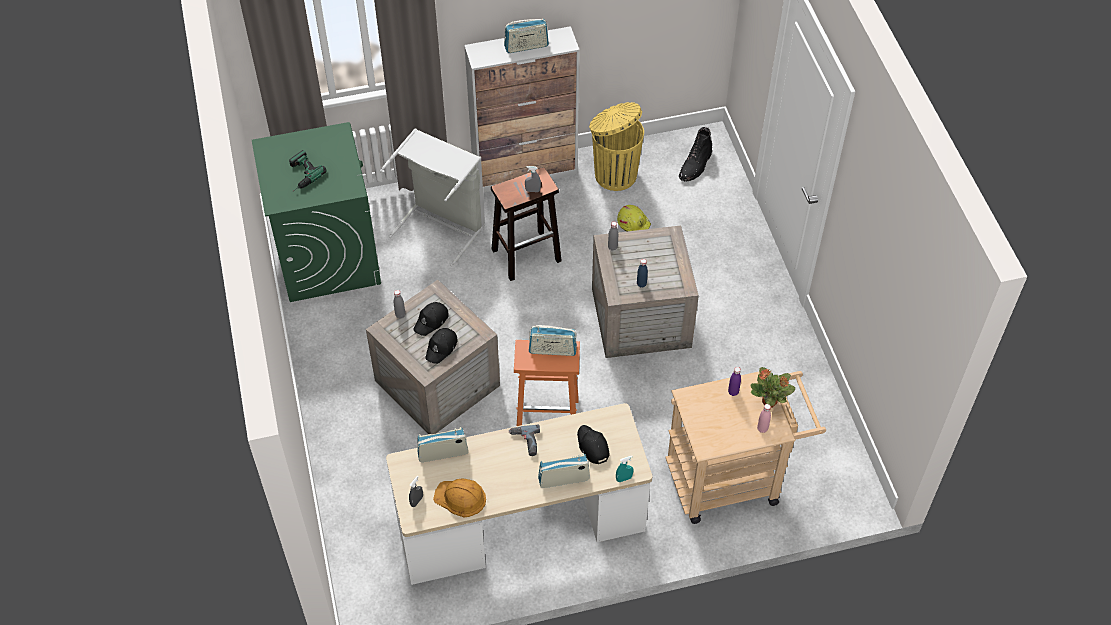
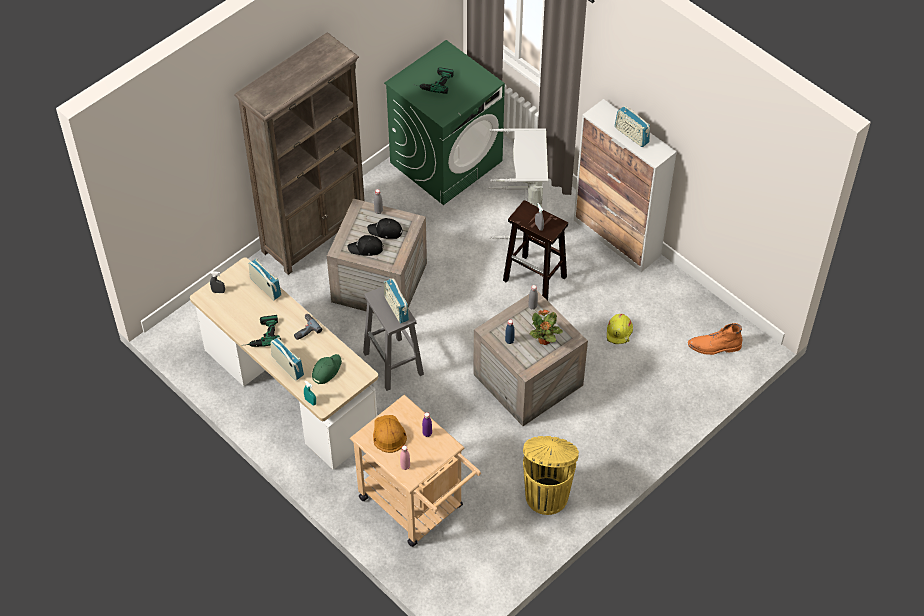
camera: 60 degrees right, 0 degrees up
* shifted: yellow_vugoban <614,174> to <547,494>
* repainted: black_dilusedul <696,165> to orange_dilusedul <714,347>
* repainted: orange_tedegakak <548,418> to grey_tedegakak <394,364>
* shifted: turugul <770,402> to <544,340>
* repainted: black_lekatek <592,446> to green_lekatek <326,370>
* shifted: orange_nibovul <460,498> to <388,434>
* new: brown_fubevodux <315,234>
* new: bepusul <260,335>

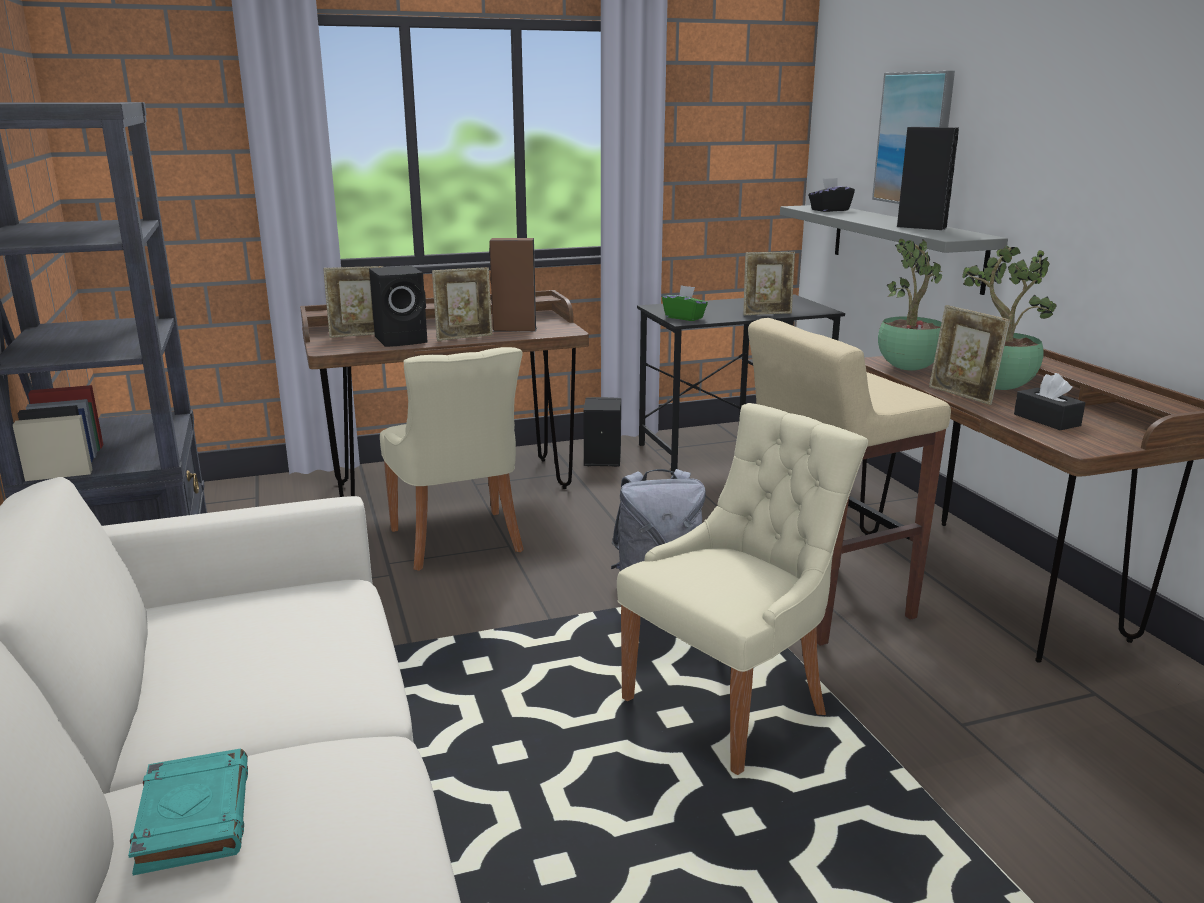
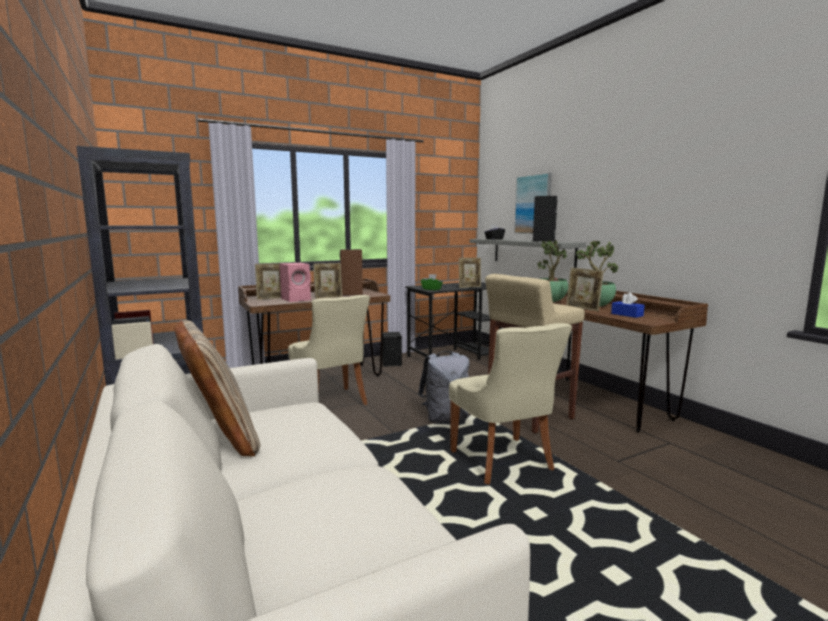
camera: 10 degrees left, 10 degrees down
* repainted: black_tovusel <403,340> to pink_tovusel <297,299>
* repainted: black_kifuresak <1046,420> to blue_kifuresak <627,315>
* rotated: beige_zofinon <731,705> = <503,462> 120 degrees clockwise
* gone: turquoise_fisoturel <193,816>
* new: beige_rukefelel <220,439>

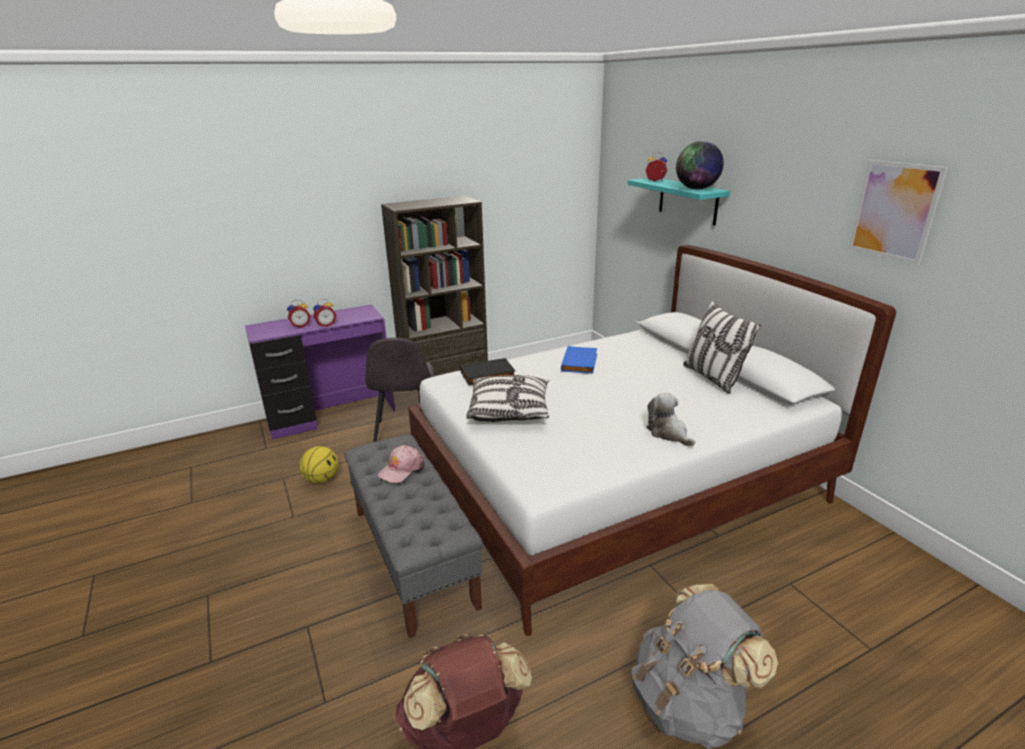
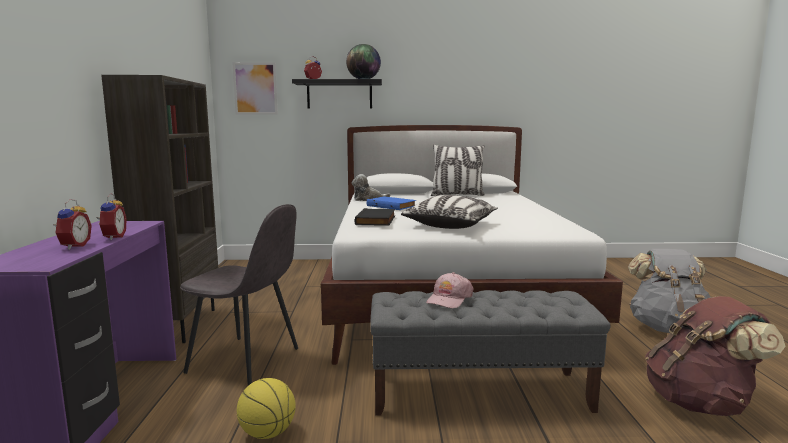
camera: 65 degrees left, 15 degrees down
* shifted: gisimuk <894,211> to <255,88>
* repainted: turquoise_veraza <688,200> to black_veraza <339,95>
* shifted: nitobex <668,433> to <368,199>
* rotated: pink_lekatek <401,469> = <449,299> 60 degrees clockwise

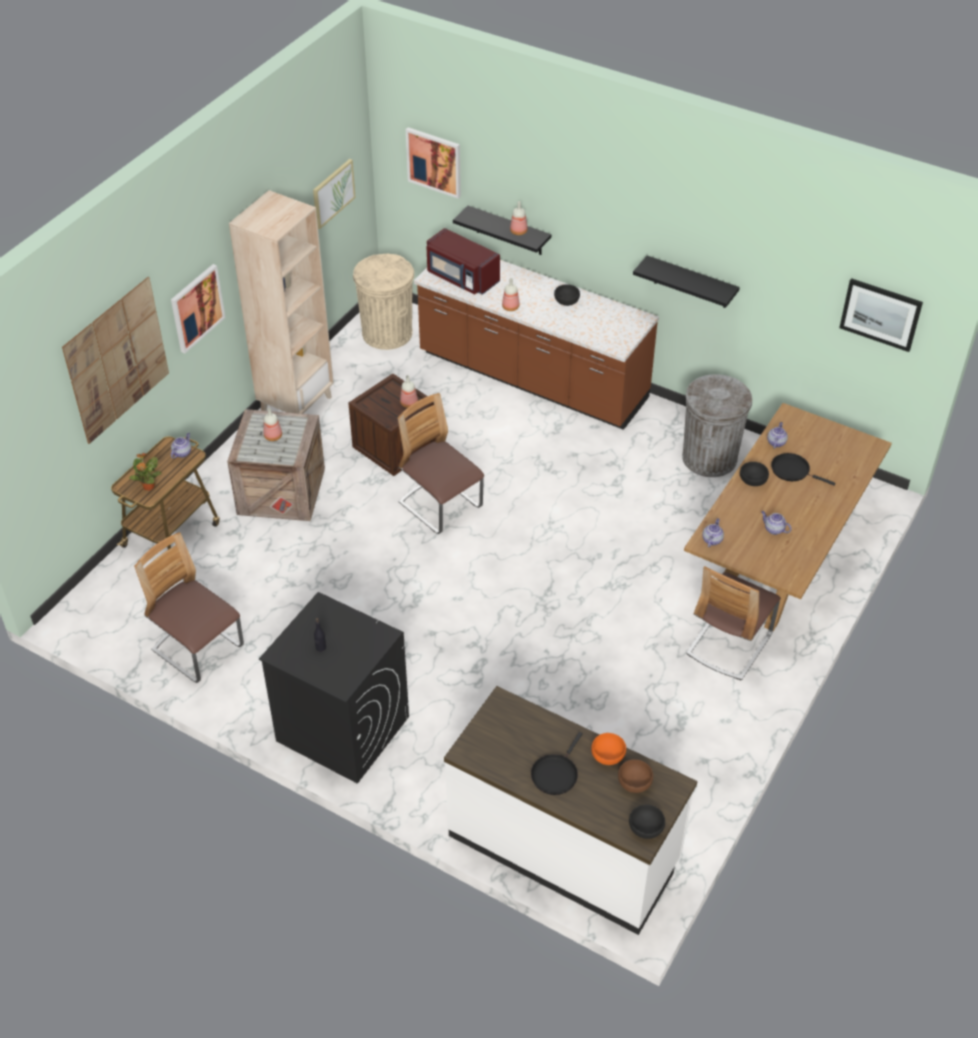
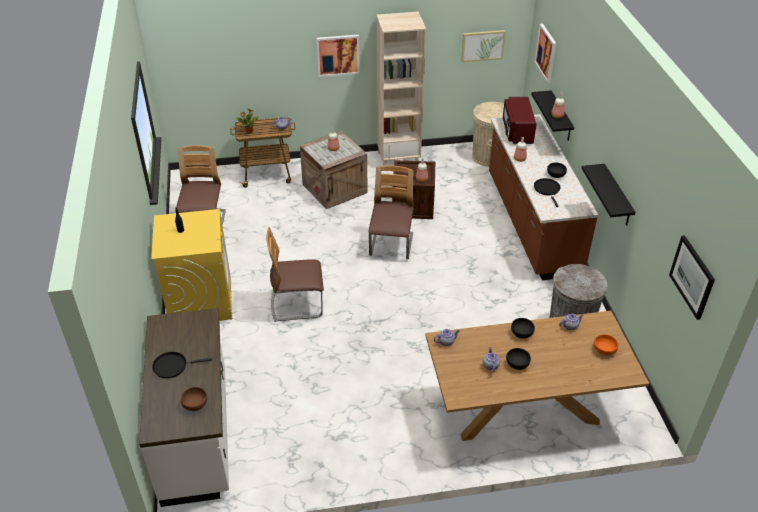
camera: 50 degrees right, 5 degrees down
* gone: gisimuk <117,360>
* shifted: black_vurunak <792,470> to <547,190>
* shifted: zofinon <729,644> to <297,305>
* repainted: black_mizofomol <342,728> to yellow_mizofomol <201,300>
* shifted: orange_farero <608,755> to <604,350>
* shifted: black_farero <646,828> to <517,364>

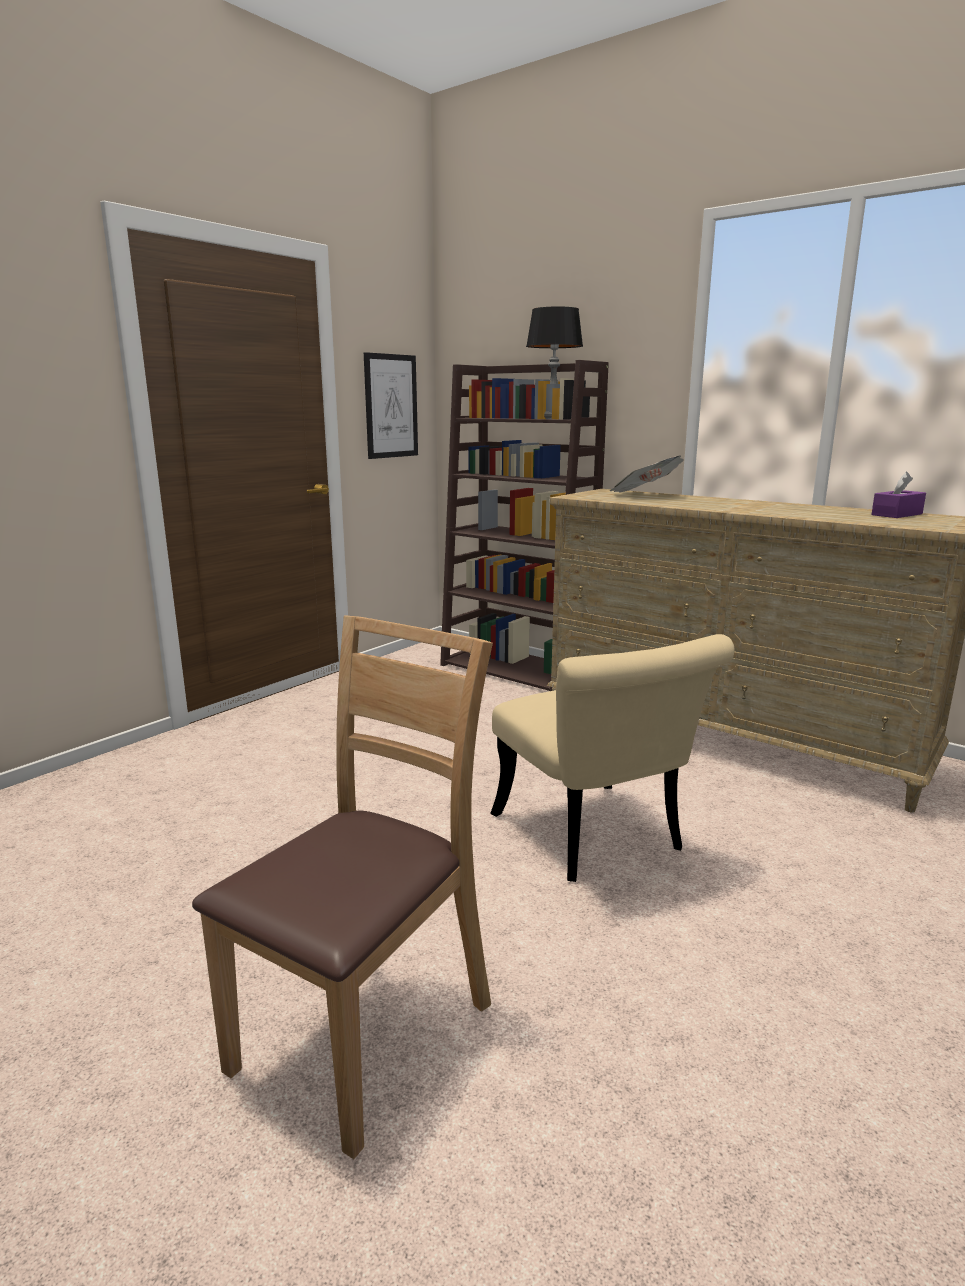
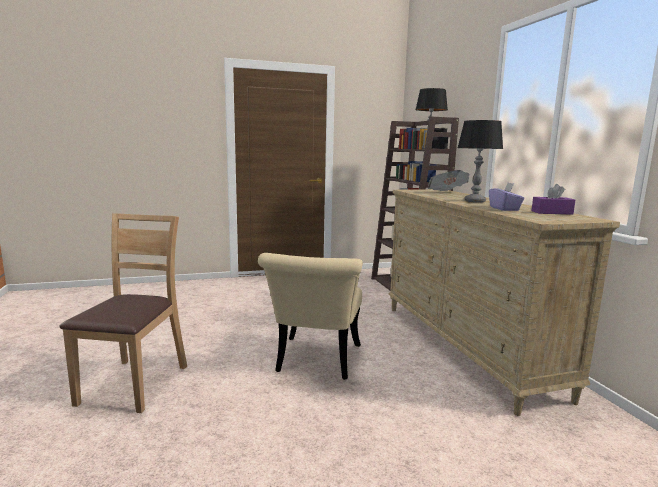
camera: 35 degrees right, 5 degrees down
* gone: gisimuk <391,406>
* rotated: brown_zofinon <364,1032> = <134,383> 60 degrees counterclockwise
* new: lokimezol <474,201>
* new: purple_kifuresak <504,209>

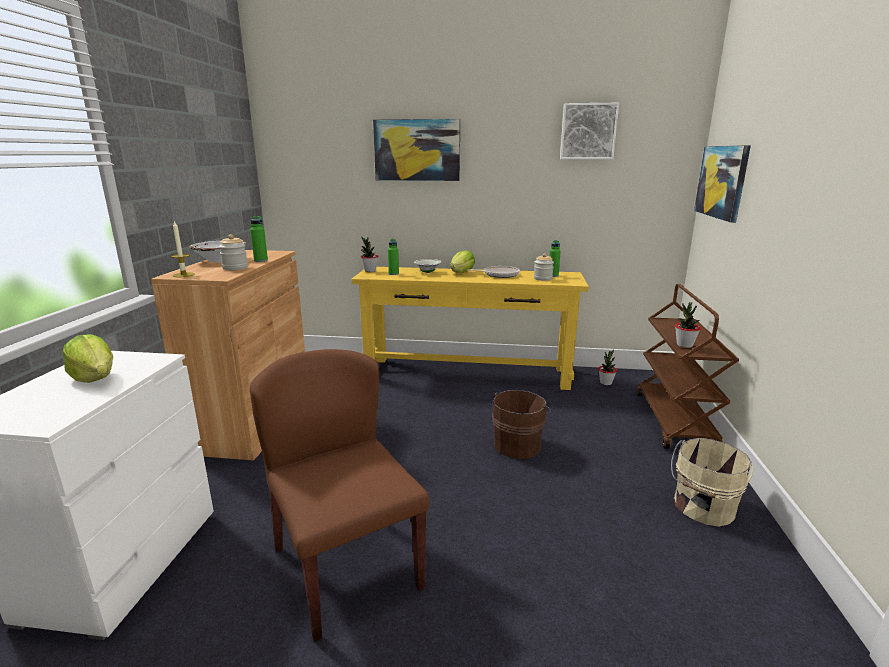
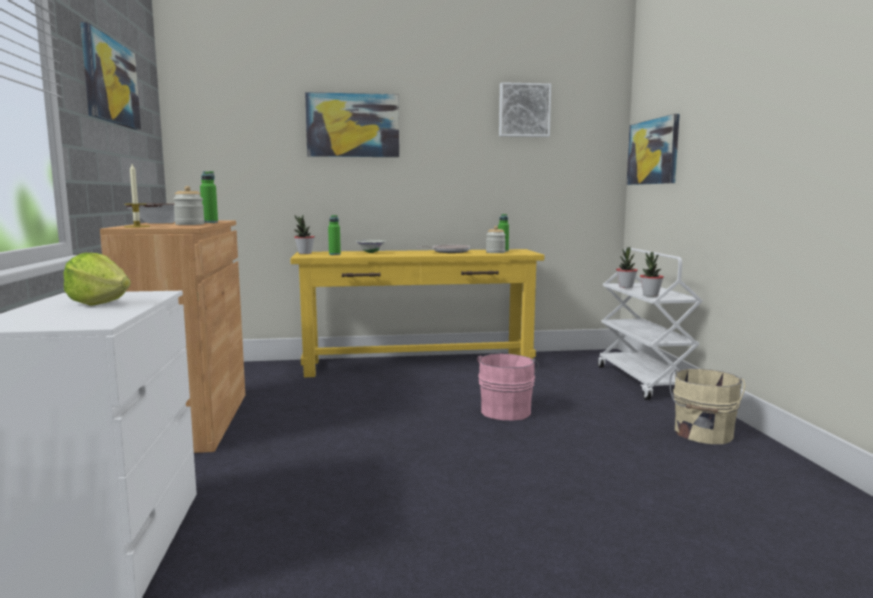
camera: 15 degrees left, 10 degrees down
* gone: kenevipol <462,272>
* repainted: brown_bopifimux <674,421> to white_bopifimux <644,382>
* gone: brown_zofinon <345,566>
* shifted: turugul <605,383> to <625,287>
* repainted: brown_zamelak <518,444> to pink_zamelak <506,410>
* new: gisimuk <110,81>

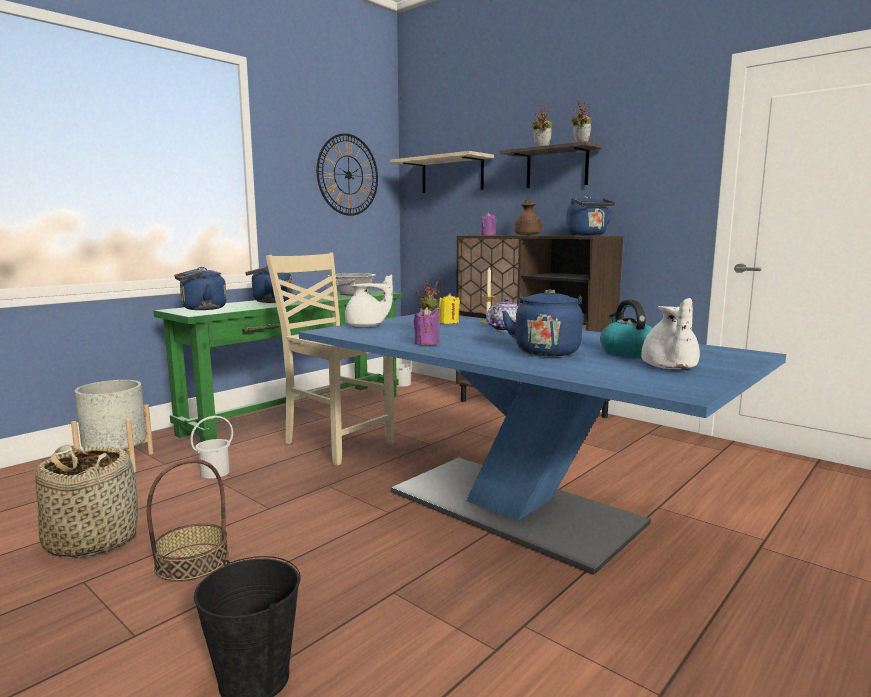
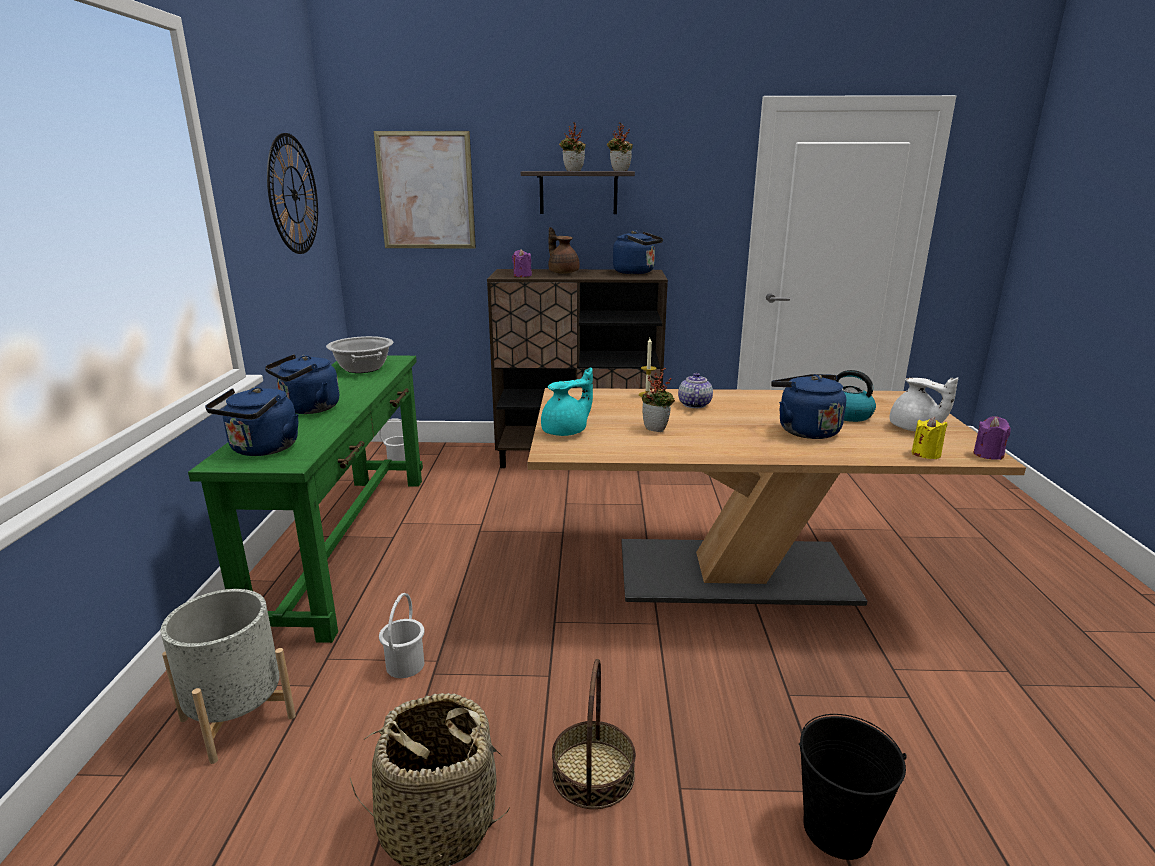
camera: 40 degrees left, 10 degrees up
* swapped: veraza <452,175> to gisimuk <426,191>
* gone: beige_zofinon <337,443>
* repainted: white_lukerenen <366,326> to turquoise_lukerenen <566,431>
* shifted: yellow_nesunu <448,322> to <926,454>
* shifted: purple_nesunu <427,343> to <988,454>
* repainted: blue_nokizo <513,508> to beige_nokizo <734,573>

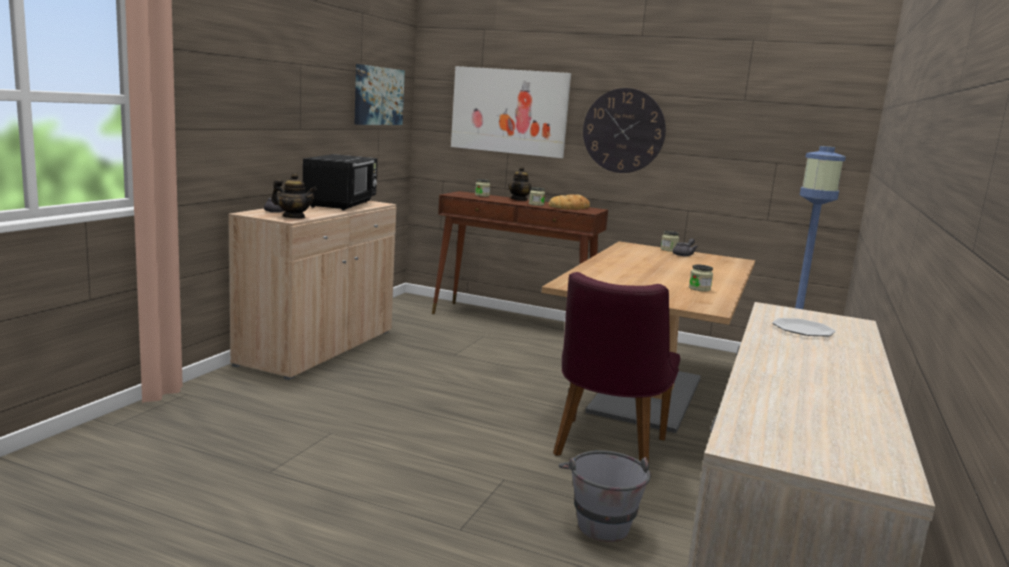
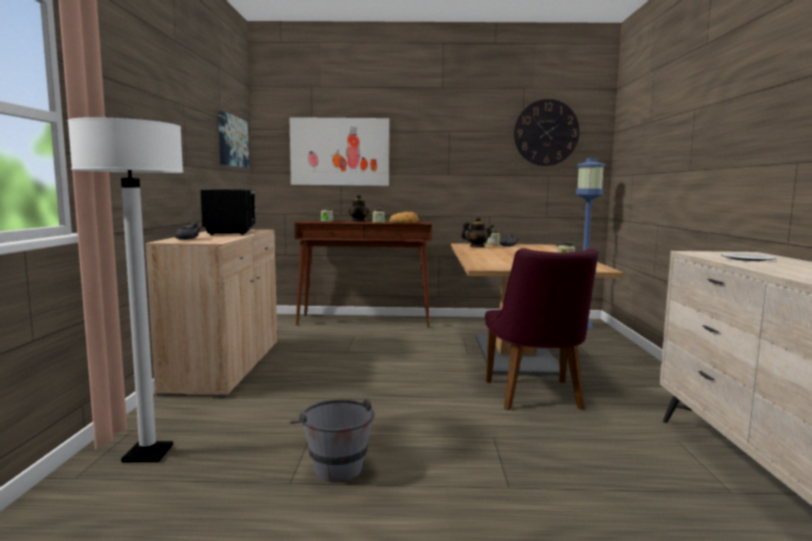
camera: 20 degrees left, 5 degrees down
* shifted: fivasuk <623,131> to <546,132>
* shifted: lukerenen <294,217> to <477,247>
* shifted: grey_zamelak <599,521> to <333,465>
* new: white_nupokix <148,454>

